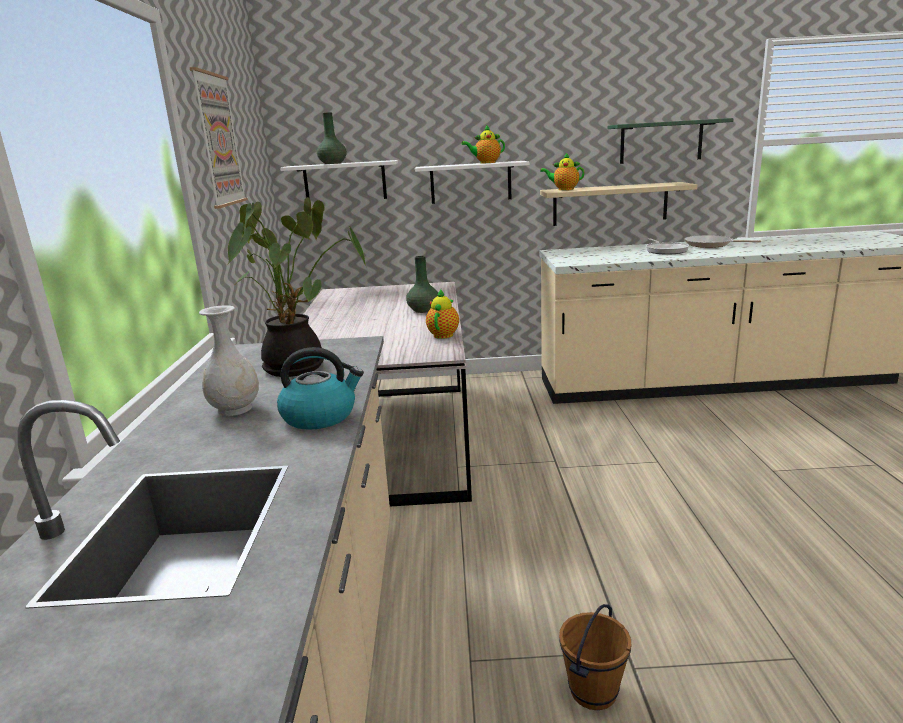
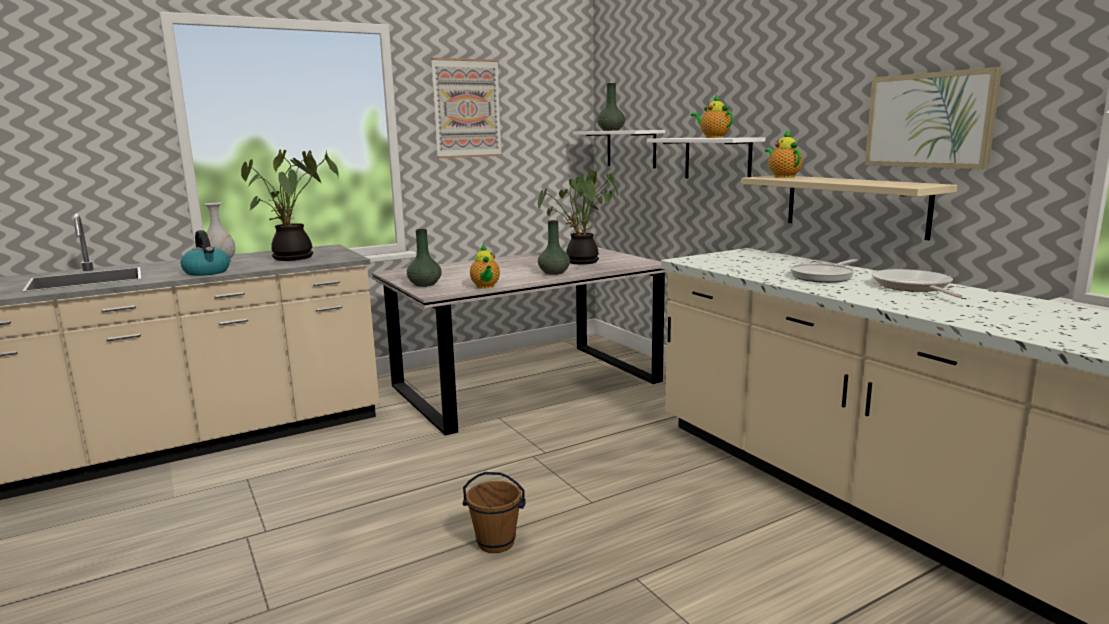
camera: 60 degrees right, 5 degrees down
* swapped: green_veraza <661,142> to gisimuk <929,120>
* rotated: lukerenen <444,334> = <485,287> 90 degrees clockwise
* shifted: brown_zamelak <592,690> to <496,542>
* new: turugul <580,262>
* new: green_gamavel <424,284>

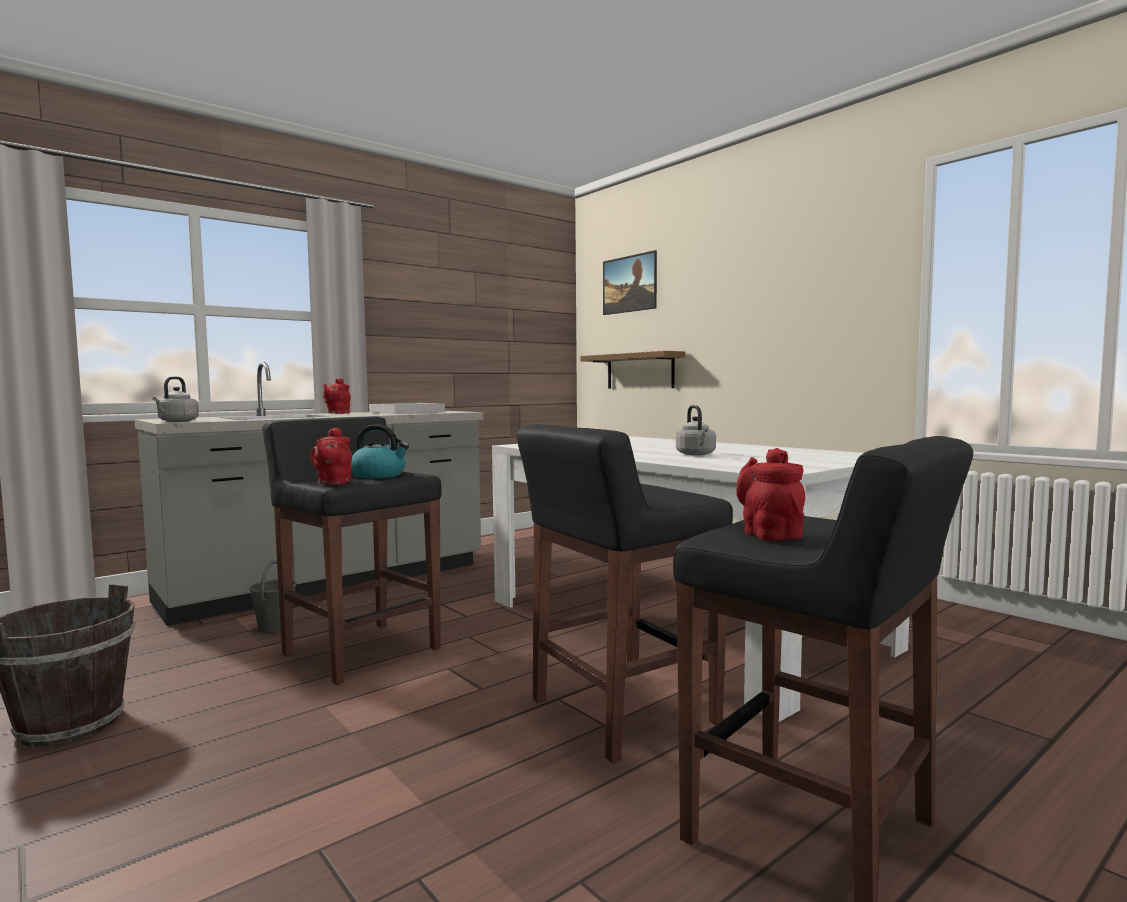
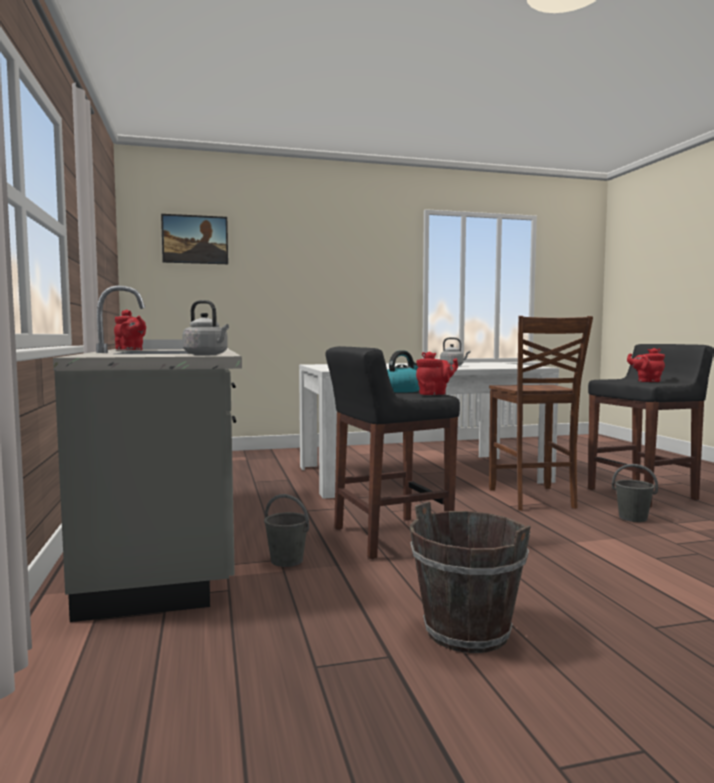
camera: 65 degrees left, 0 degrees up
* gone: veraza <640,371>
* swapped: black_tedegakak <620,712> to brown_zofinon <532,499>
* rotated: red_lukerenen <333,483> = <435,394> 45 degrees counterclockwise
* new: grey_zamelak <632,518>

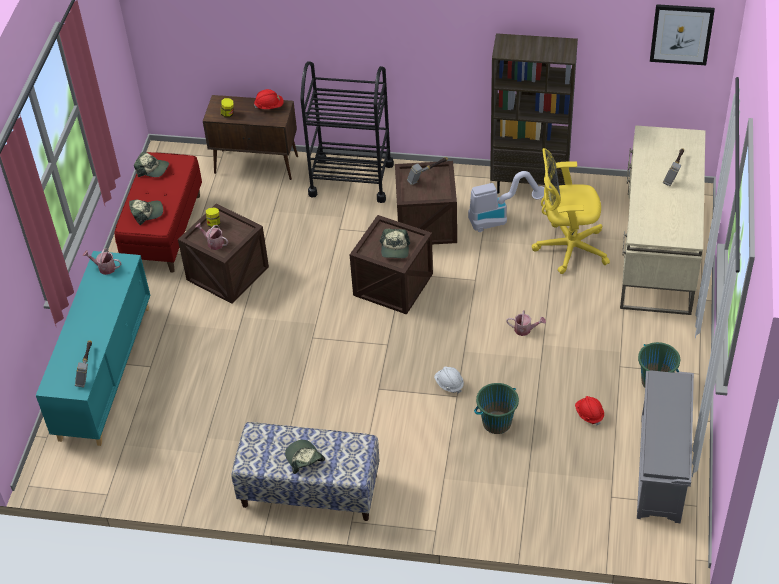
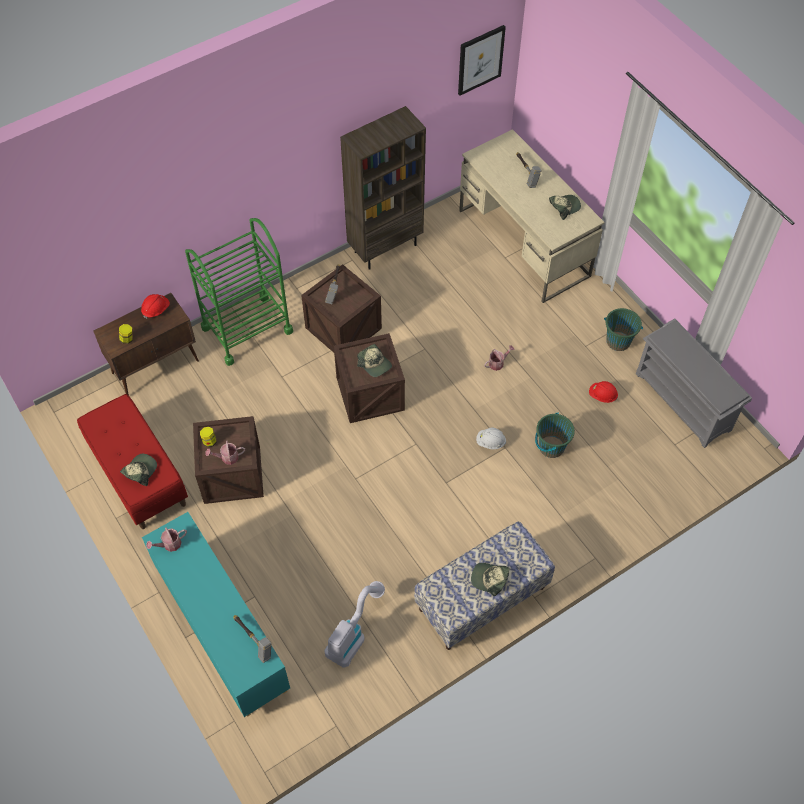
camera: 45 degrees left, 10 degrees up
* repainted: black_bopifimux <351,179> to green_bopifimux <247,329>
* gone: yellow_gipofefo <567,248>
* shifted: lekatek <152,169> to <564,207>
* shifted: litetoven <500,218> to <353,634>

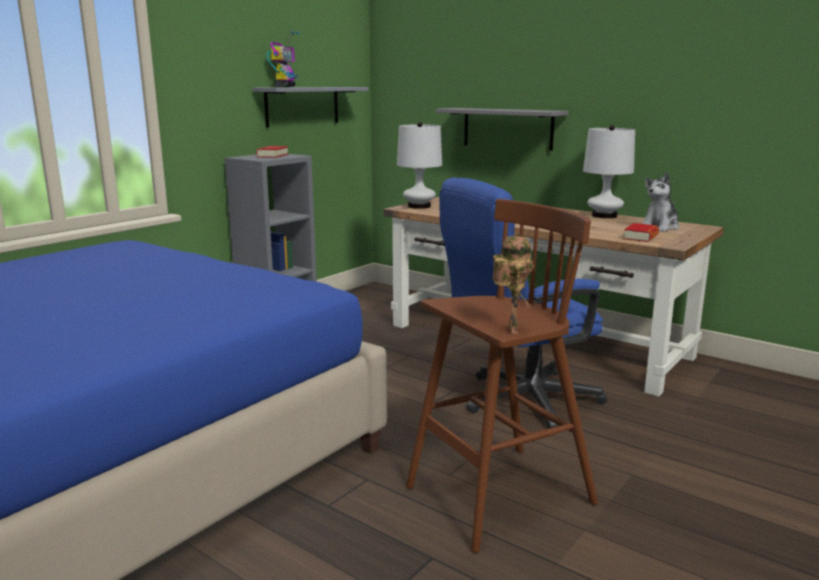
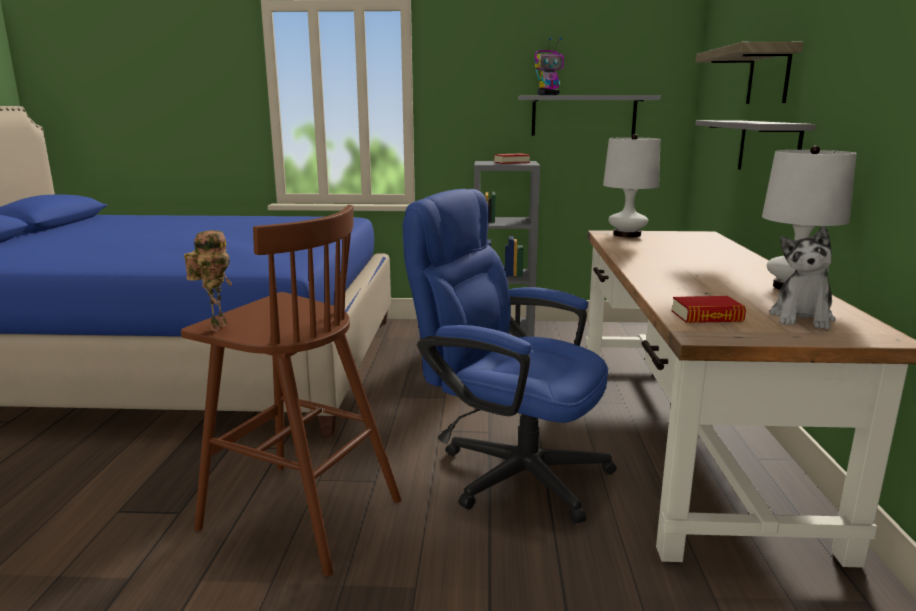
camera: 55 degrees right, 0 degrees up
* rotated: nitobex <660,227> = <802,317> 75 degrees counterclockwise
* rotated: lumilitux <510,329> = <217,326> 45 degrees counterclockwise
* new: veraza <768,76>

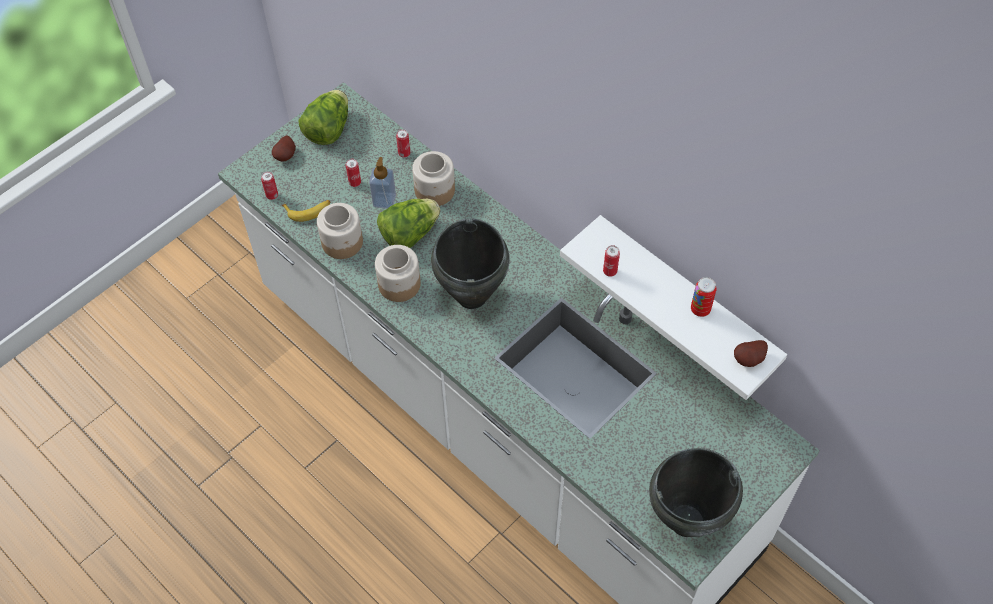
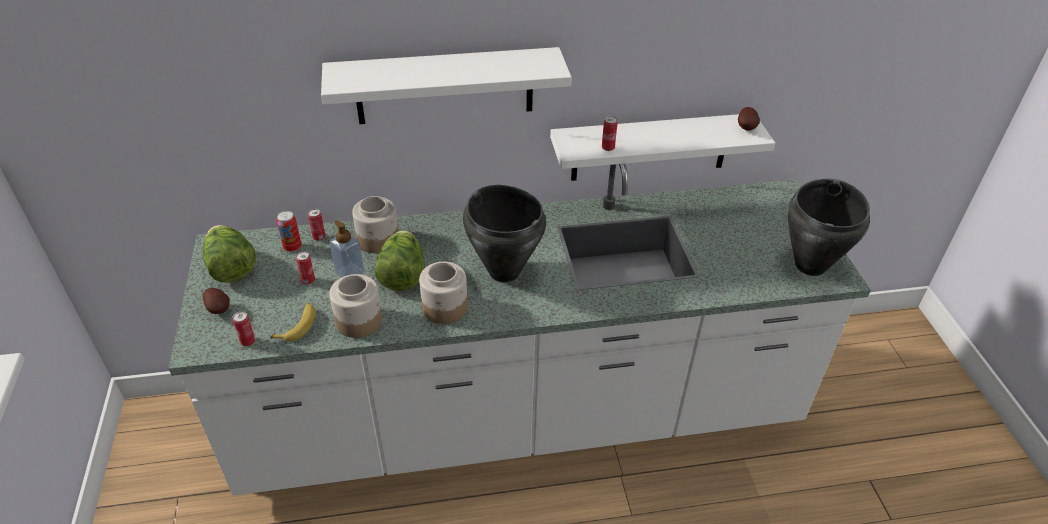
camera: 55 degrees left, 15 degrees down
* shifted: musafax <700,309> to <292,247>
* new: white_veraza <445,86>

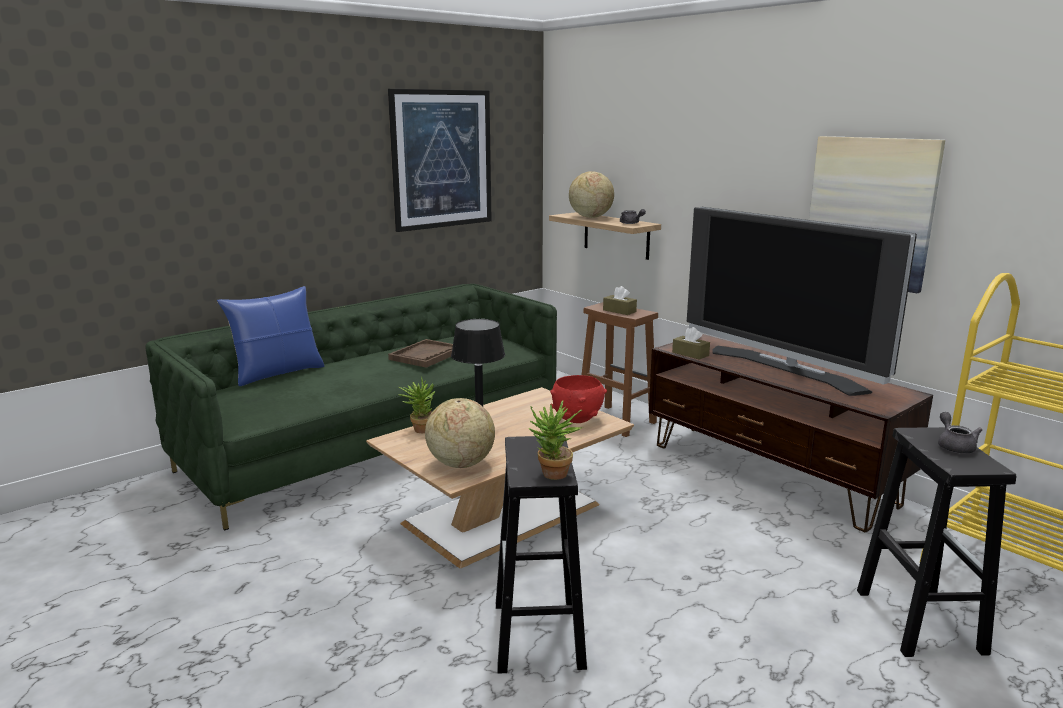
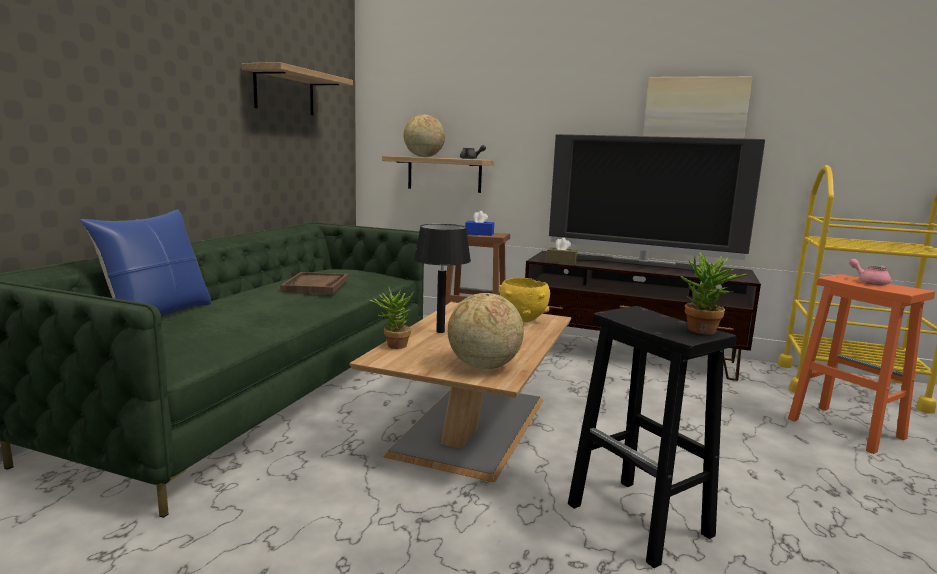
camera: 30 degrees left, 5 degrees down
* swapped: gisimuk <442,159> to veraza <284,92>
* repainted: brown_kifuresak <619,311> to blue_kifuresak <479,234>
* repainted: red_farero <577,419> to yellow_farero <523,319>
* repainted: grey_lukerenen <954,446> to pink_lukerenen <869,282>
* repainted: black_tedegakak <917,620> to orange_tedegakak <843,428>

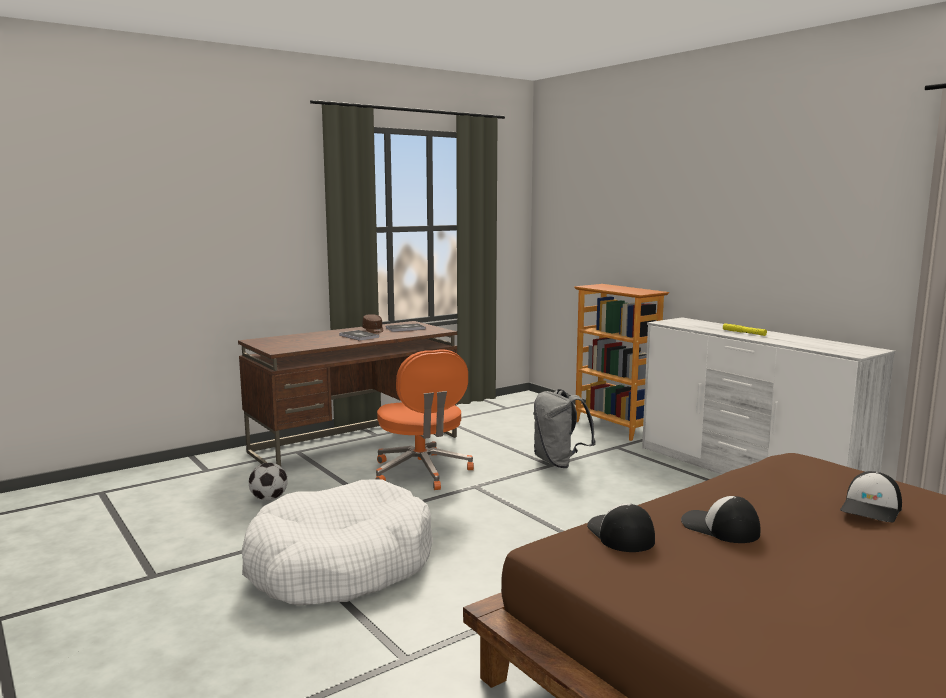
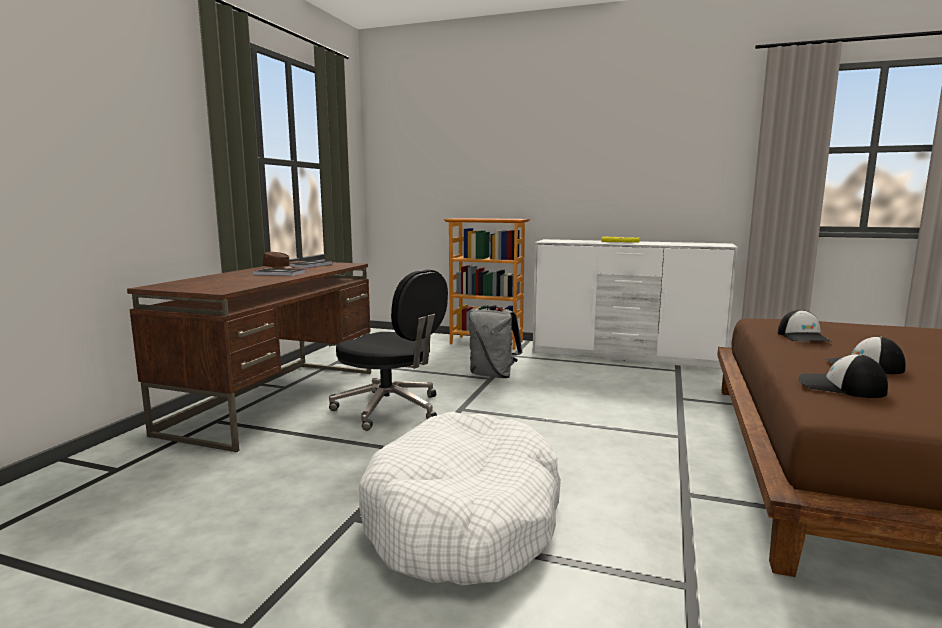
camera: 35 degrees left, 0 degrees up
* repainted: orange_gipofefo <422,472> to black_gipofefo <391,409>
* gone: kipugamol <269,499>
* shifted: lekatek <871,508> to <803,337>

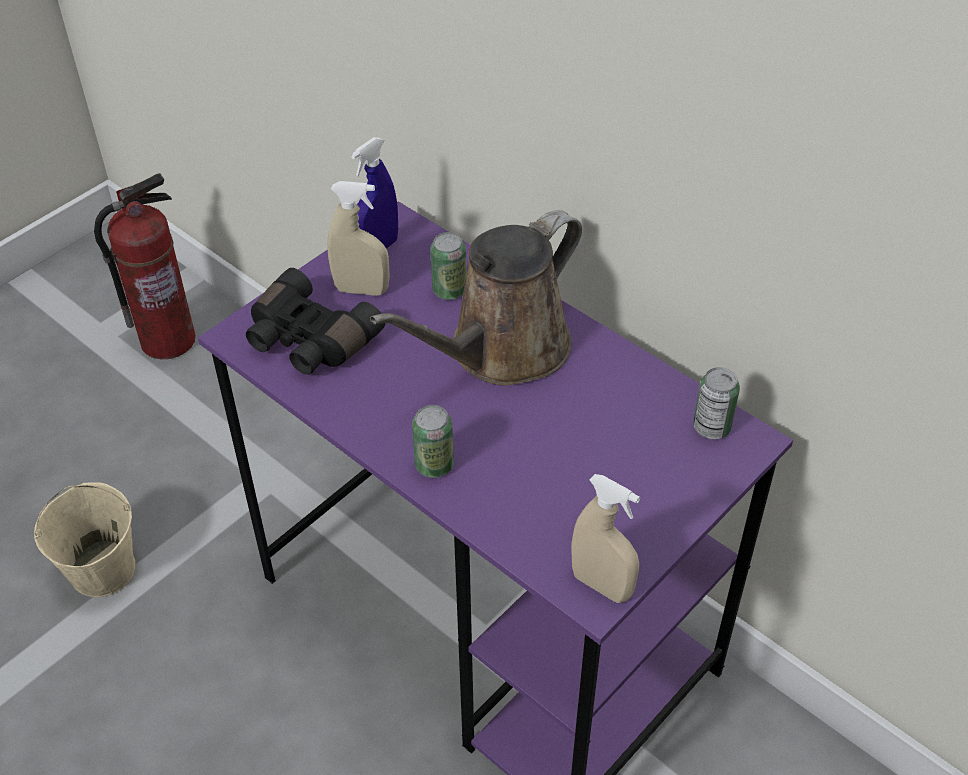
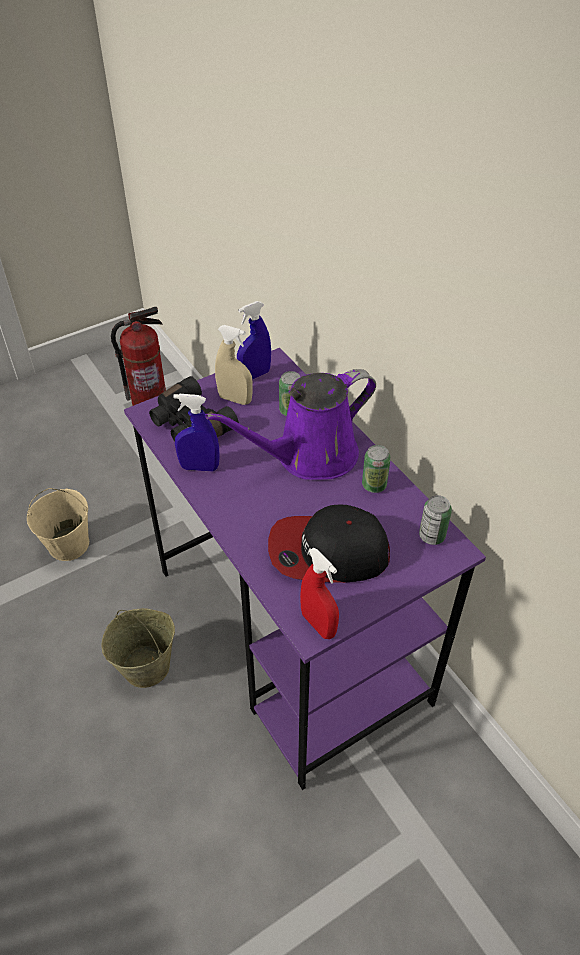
camera: 15 degrees right, 0 degrees up
* repainted: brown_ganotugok <501,351> to purple_ganotugok <309,456>
* shifted: musafax <434,465> to <374,485>
* repainted: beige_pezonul <601,585> to red_pezonul <318,624>
* new: blue_pezonul <199,467>
* new: lekatek <328,552>
* new: beige_zamelak <147,666>

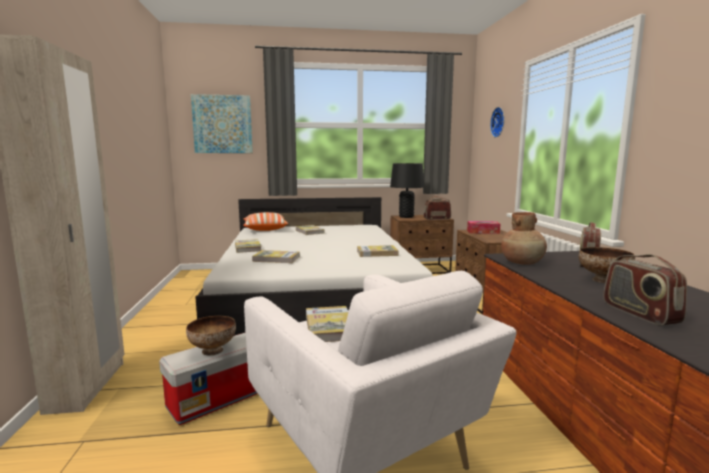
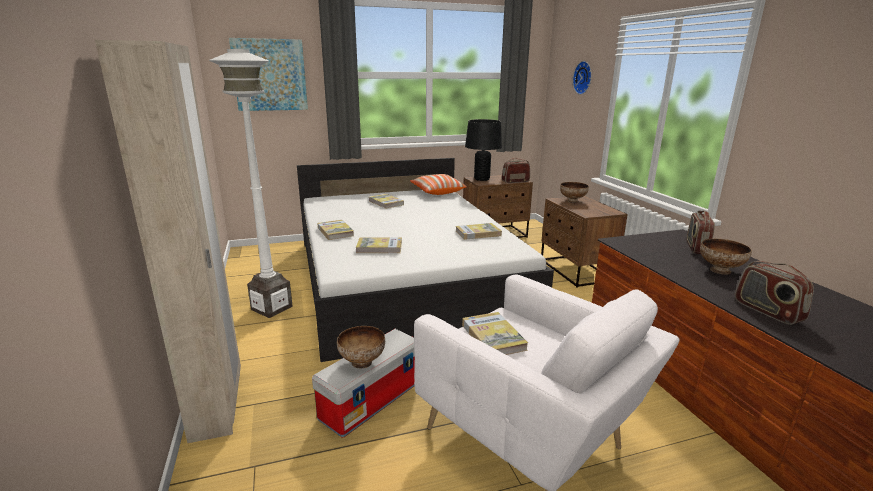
camera: 10 degrees left, 10 degrees up
* shifted: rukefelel <265,229> to <437,192>
* gone: brown_gamavel <522,263>
* swapped: kifuresak <483,232> to farero <572,201>
* new: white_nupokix <272,308>

